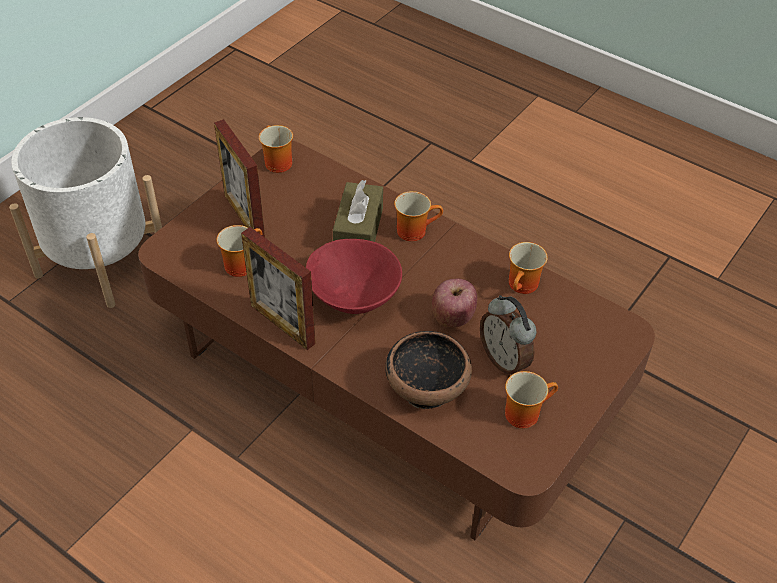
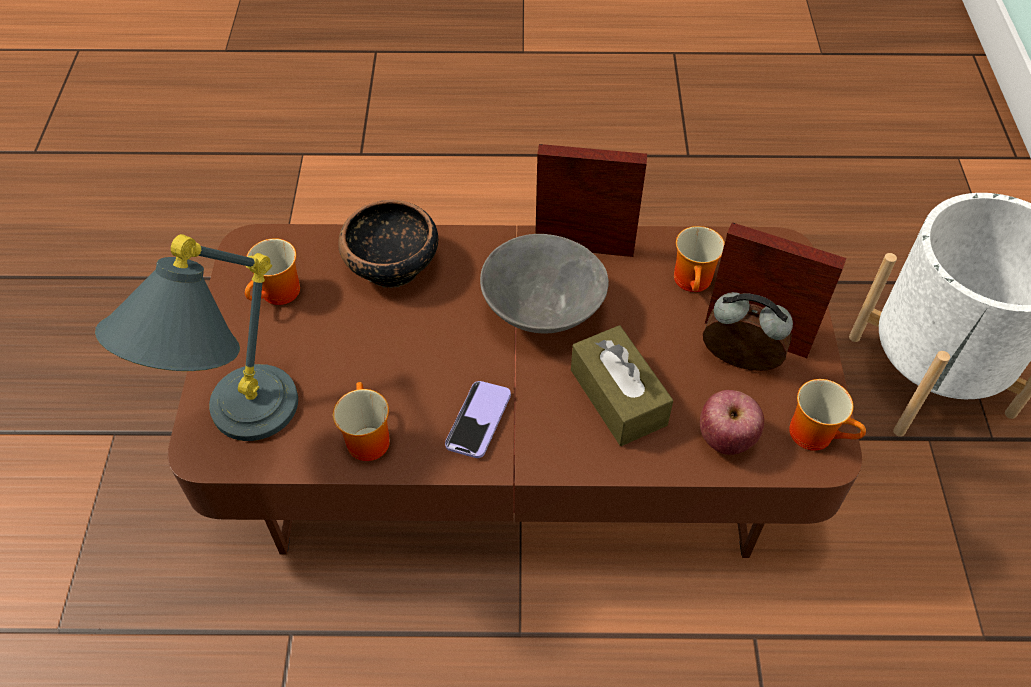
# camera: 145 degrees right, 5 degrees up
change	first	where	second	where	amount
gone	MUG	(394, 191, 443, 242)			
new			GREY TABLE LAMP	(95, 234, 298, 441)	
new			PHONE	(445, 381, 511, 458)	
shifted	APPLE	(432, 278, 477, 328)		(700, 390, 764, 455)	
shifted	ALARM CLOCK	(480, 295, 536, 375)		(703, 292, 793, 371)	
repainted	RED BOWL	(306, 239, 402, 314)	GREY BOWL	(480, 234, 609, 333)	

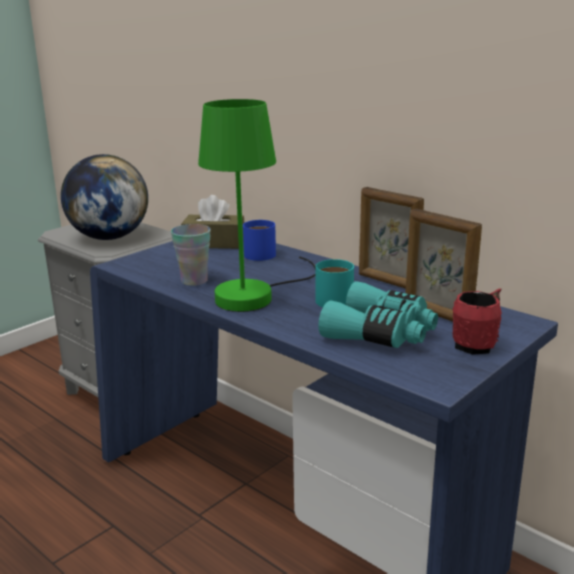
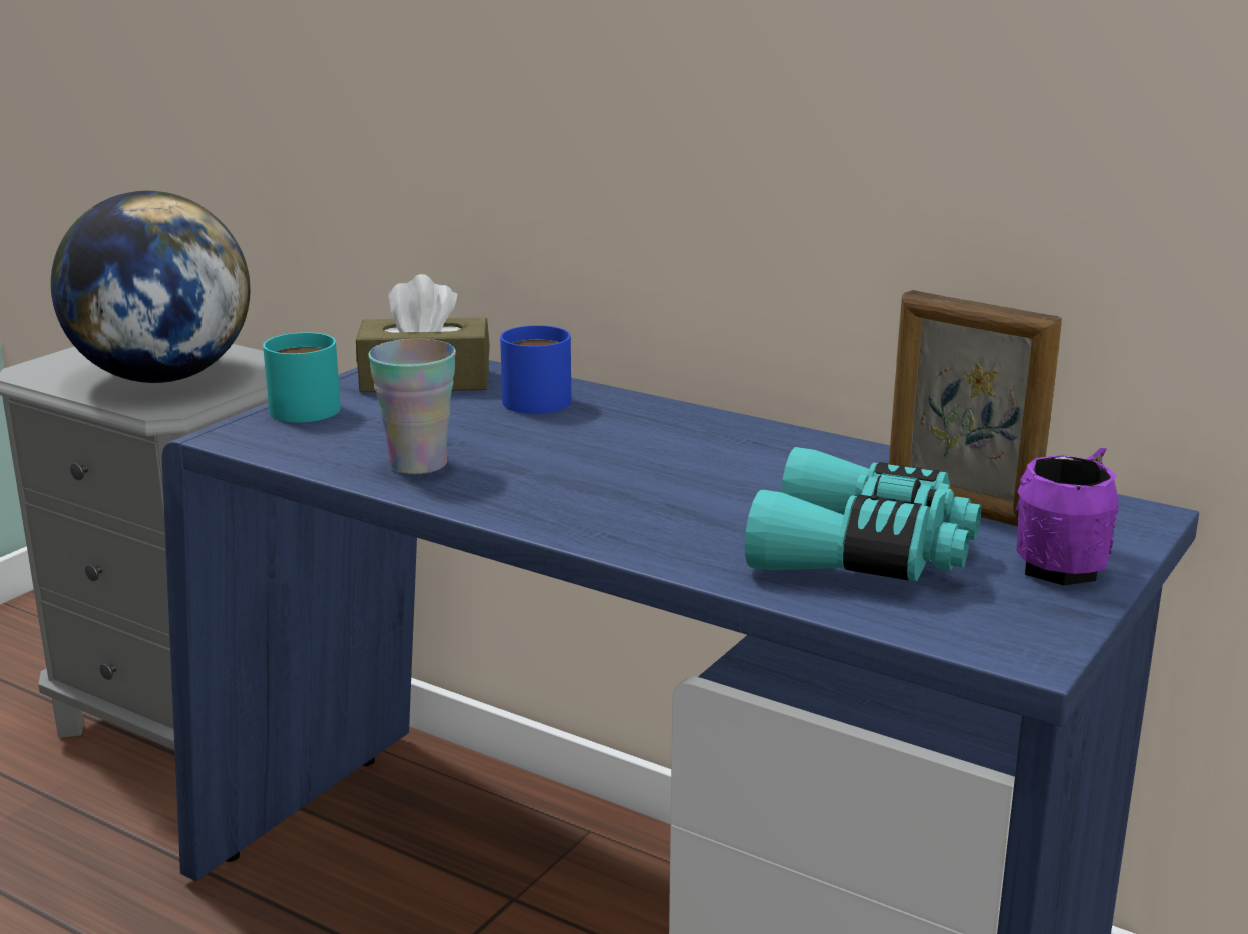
# camera: 10 degrees left, 0 degrees up
change	first	where	second	where	amount
gone	GREEN TABLE LAMP	(198, 99, 316, 312)			
gone	PICTURE FRAME	(359, 187, 424, 289)			
shifted	TURQUOISE MUG	(315, 259, 354, 307)		(263, 332, 341, 422)	
repainted	RED MUG	(453, 289, 502, 355)	PURPLE MUG	(1015, 448, 1119, 585)	

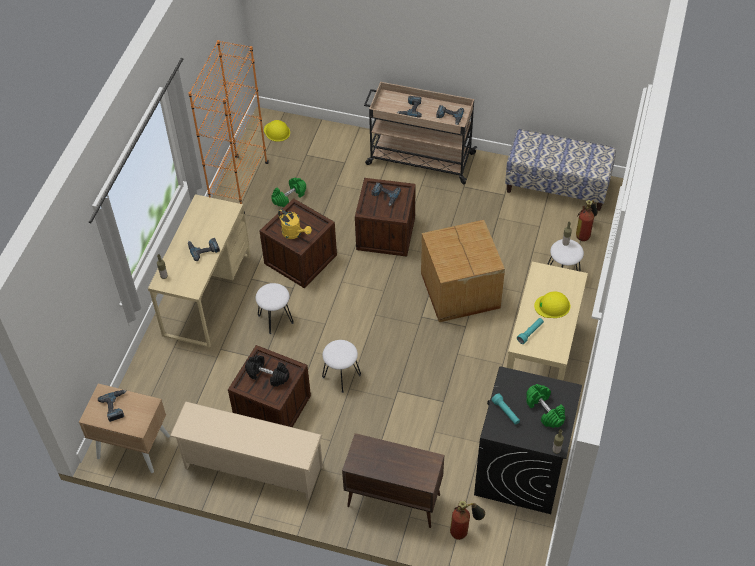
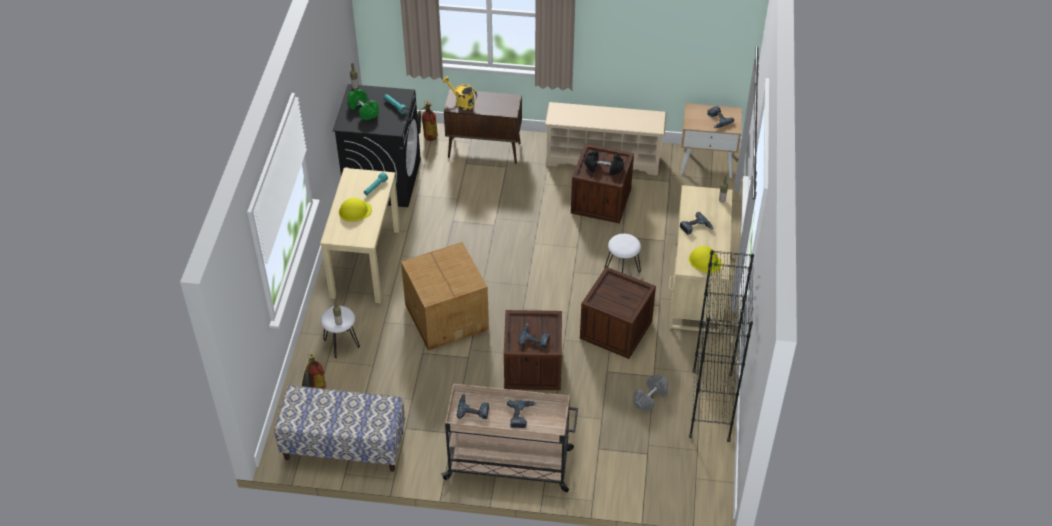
# camera: 170 degrees right, 5 degrees down
change	first	where	second	where	amount
gone	WHITE STOOL	(322, 340, 361, 393)			
shifted	YELLOW HARD HAT	(264, 120, 290, 142)		(689, 246, 722, 273)	
shifted	YELLOW WATERING CAN	(278, 209, 312, 239)		(442, 76, 477, 110)	
repainted	ORANGE BOOKCASE	(188, 40, 269, 214)	BLACK BOOKCASE	(689, 250, 754, 442)	
repainted	GREEN DUMBBELL	(271, 178, 306, 207)	GREY DUMBBELL	(633, 375, 668, 410)	

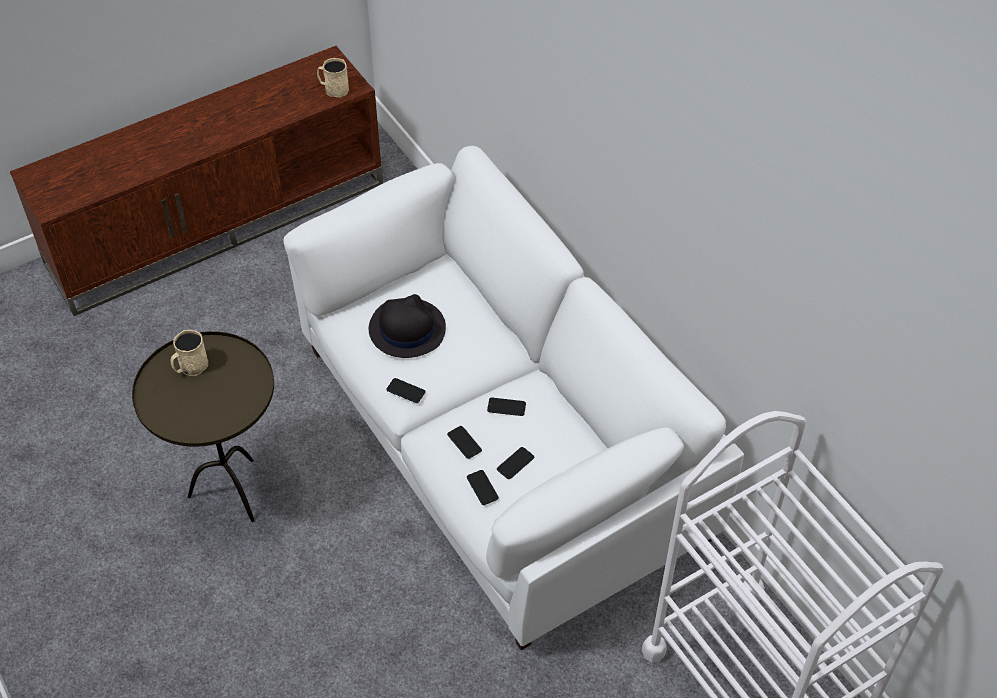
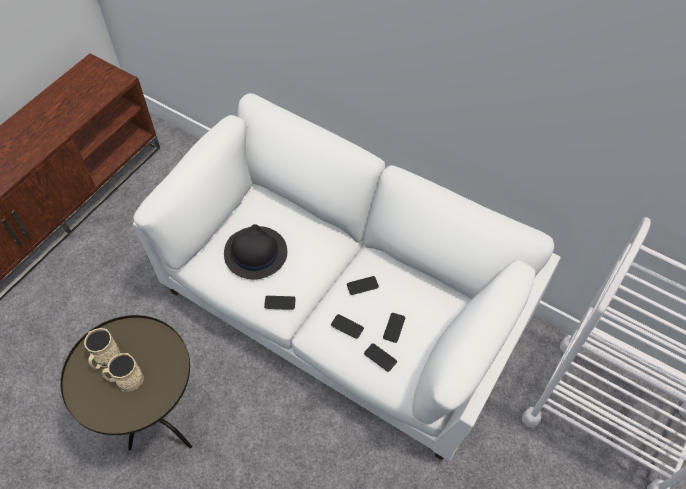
# camera: 25 degrees left, 5 degrees up
change	first	where	second	where	amount
shifted	BEIGE MUG	(317, 58, 349, 97)		(102, 353, 143, 392)	

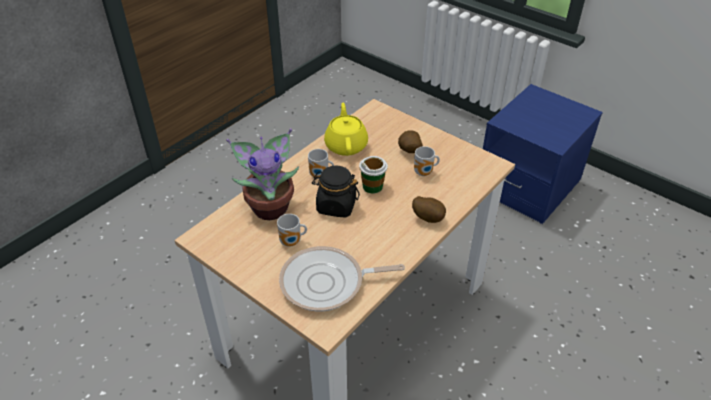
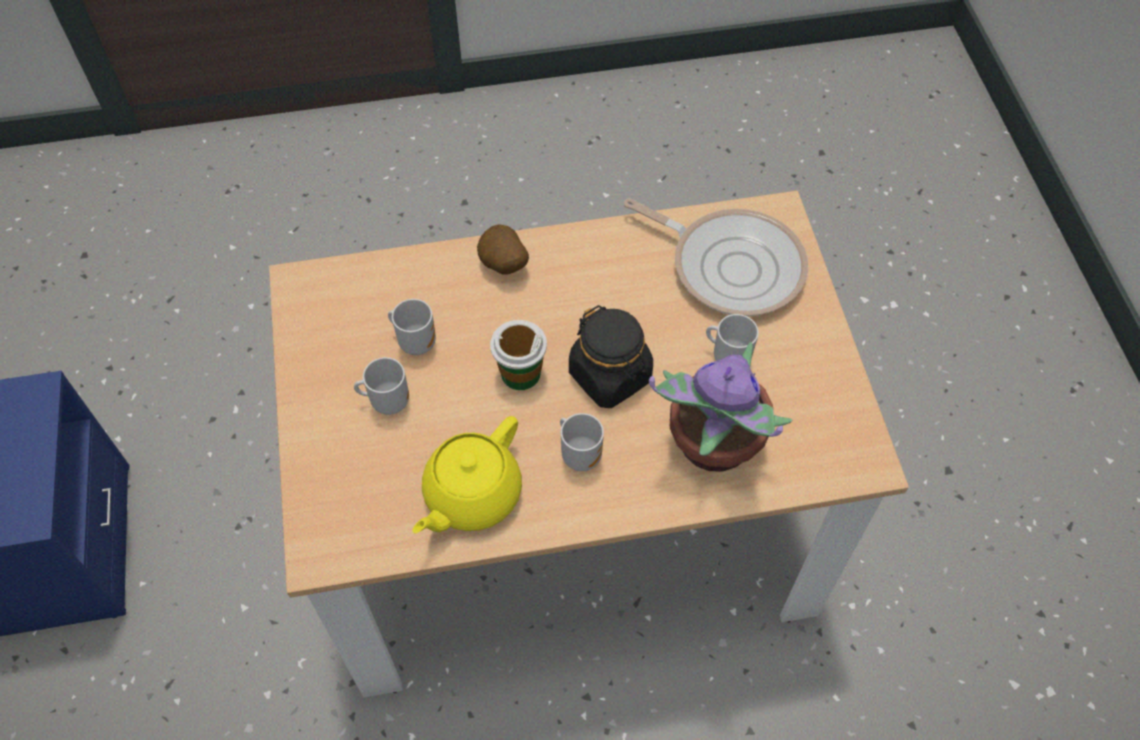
# camera: 140 degrees left, 15 degrees up
change	first	where	second	where	amount
swapped	POTATO	(398, 130, 423, 153)	MUG	(354, 357, 409, 415)	

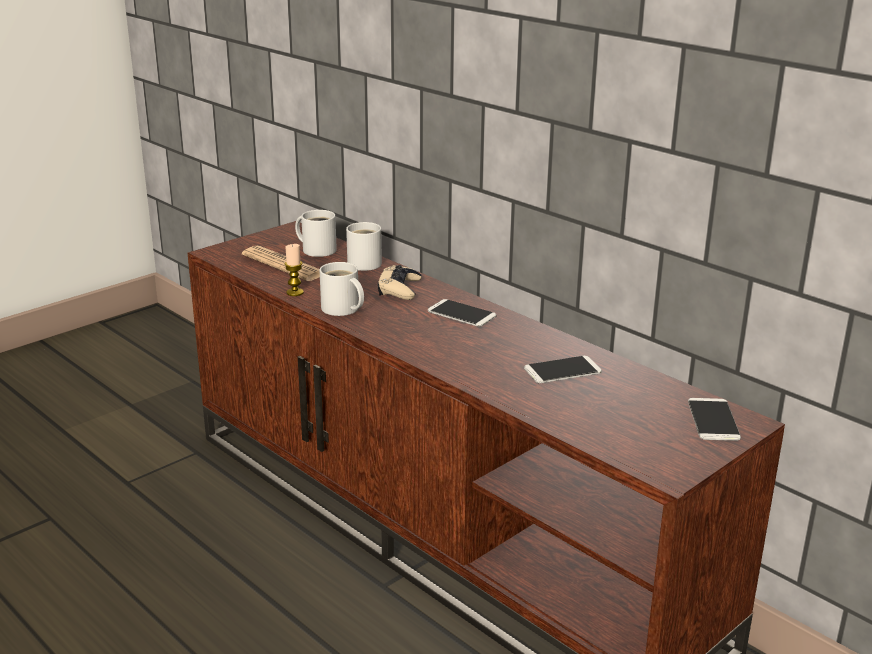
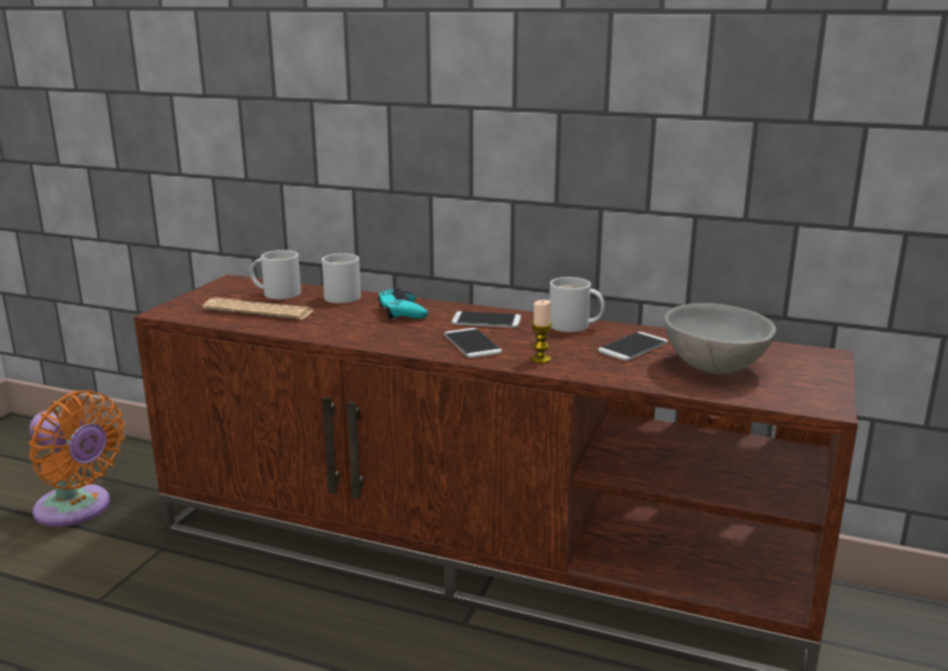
# camera: 25 degrees left, 5 degrees down
change	first	where	second	where	amount
new			ORANGE FAN	(29, 390, 125, 527)	
new			GREY BOWL	(664, 303, 776, 375)	
shifted	CANDLE	(285, 244, 304, 296)		(531, 300, 553, 363)	
shifted	WHITE MUG	(319, 262, 364, 316)		(550, 277, 605, 332)	
shifted	PHONE	(688, 398, 741, 441)		(444, 328, 502, 358)	
repainted	BEIGE GAME CONTROLLER	(377, 265, 422, 300)	TURQUOISE GAME CONTROLLER	(378, 287, 428, 320)	

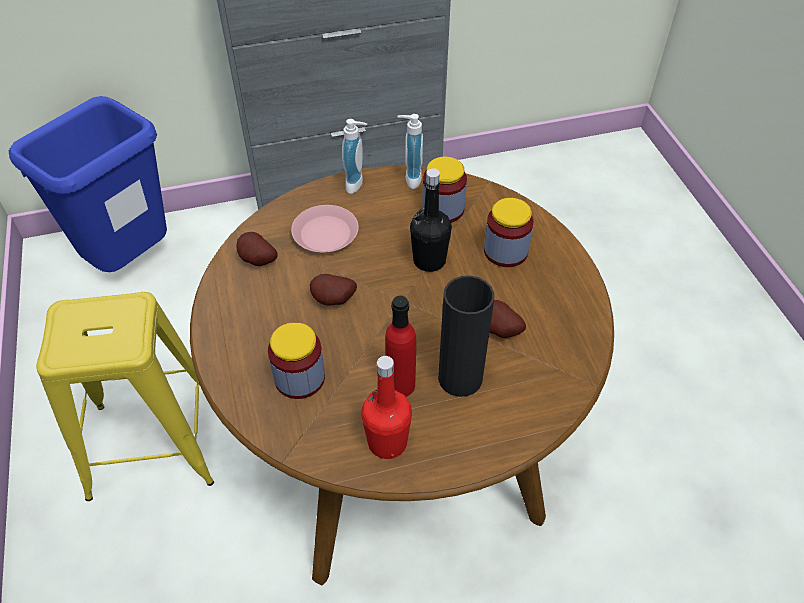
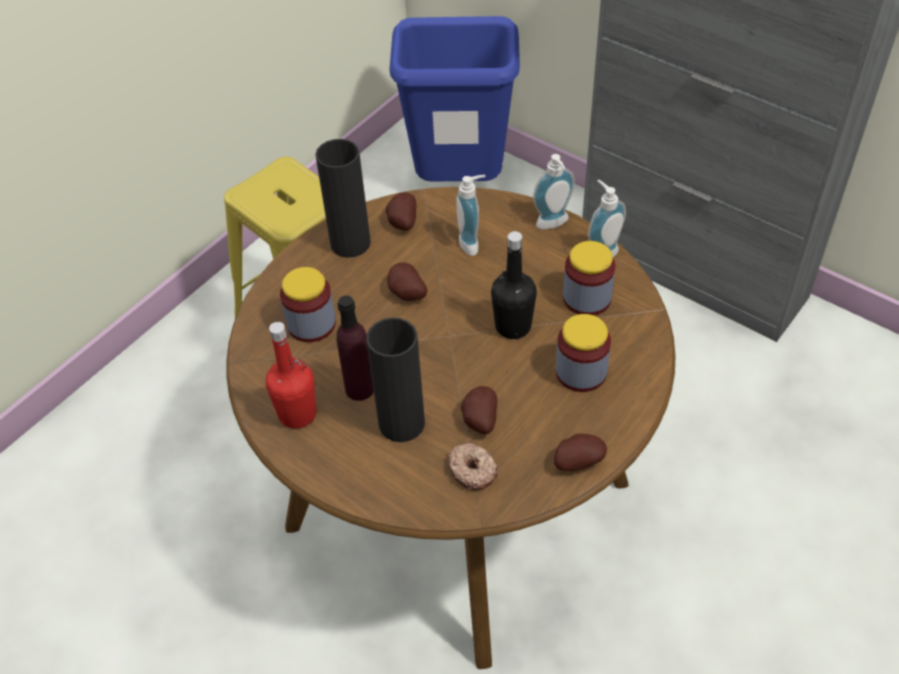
# camera: 55 degrees right, 0 degrees up
change	first	where	second	where	amount
new			BLACK VASE	(315, 139, 371, 258)	
new			DONUT	(448, 443, 498, 490)	
new			POTATO	(554, 433, 607, 471)	
swapped	PINK PLATE	(291, 205, 359, 253)	SOAP DISPENSER	(456, 175, 486, 256)	
repainted	RED BOTTLE	(385, 296, 416, 397)	PURPLE BOTTLE	(337, 295, 374, 401)	

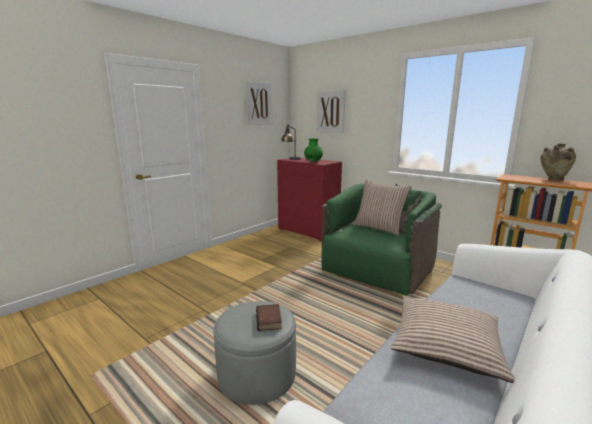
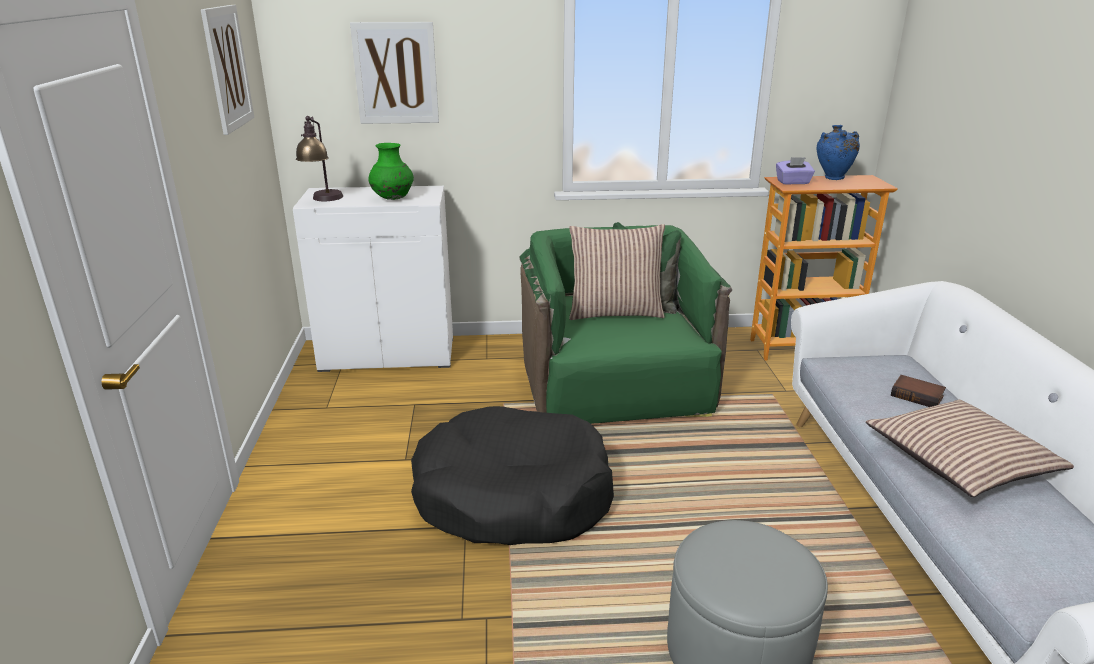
# camera: 45 degrees left, 10 degrees up
change	first	where	second	where	amount
new			BLACK DOG BED	(411, 406, 614, 545)	
new			PURPLE TISSUE BOX	(776, 157, 815, 185)	
shifted	BOOK	(256, 304, 282, 331)		(891, 375, 946, 407)	
repainted	RED CABINET	(277, 158, 342, 241)	WHITE CABINET	(293, 186, 453, 372)	
repainted	BEIGE VASE	(540, 144, 576, 181)	BLUE VASE	(817, 125, 860, 180)	

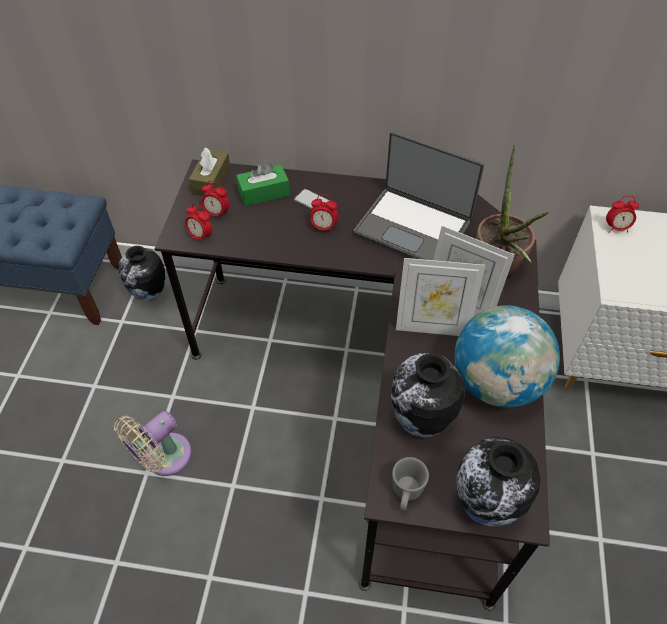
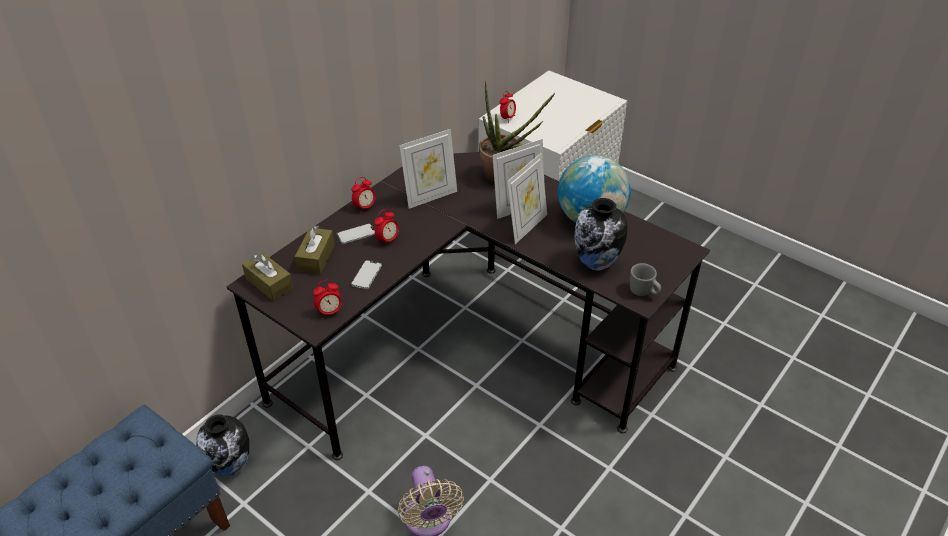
# camera: 60 degrees left, 10 degrees down
change	first	where	second	where	amount
gone	VASE	(456, 437, 541, 527)			
new			PHONE	(351, 260, 382, 289)	
shifted	ALARM CLOCK	(201, 181, 229, 220)		(351, 177, 376, 213)	
swapped	LAPTOP	(353, 131, 484, 260)	PICTURE FRAME	(399, 129, 457, 209)	
repainted	GREEN TISSUE BOX	(236, 163, 290, 206)	BROWN TISSUE BOX	(295, 225, 334, 274)	

